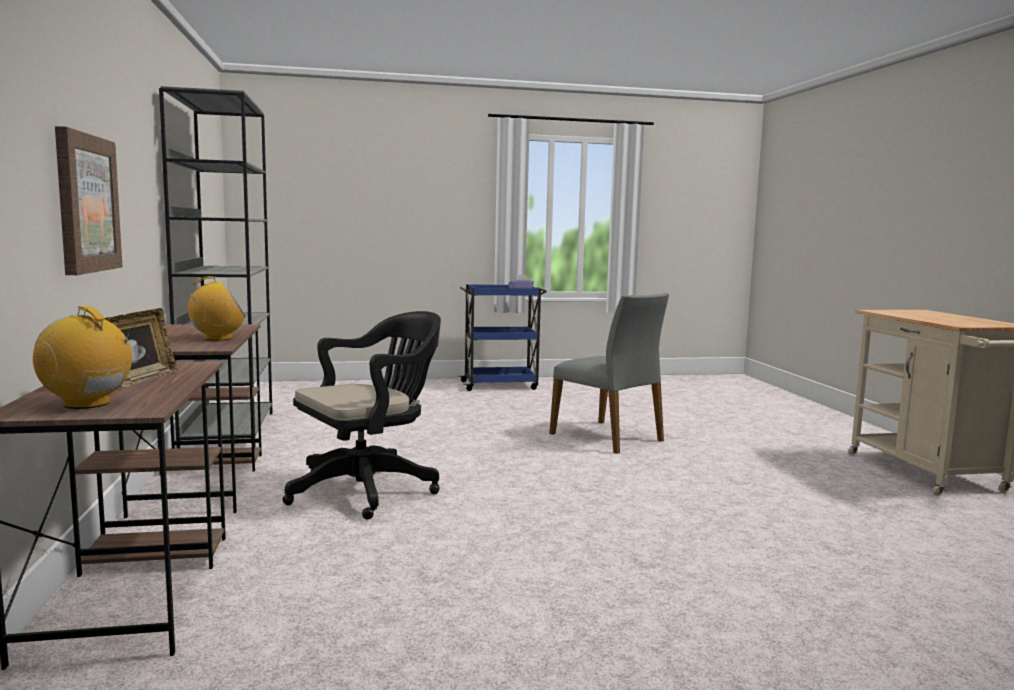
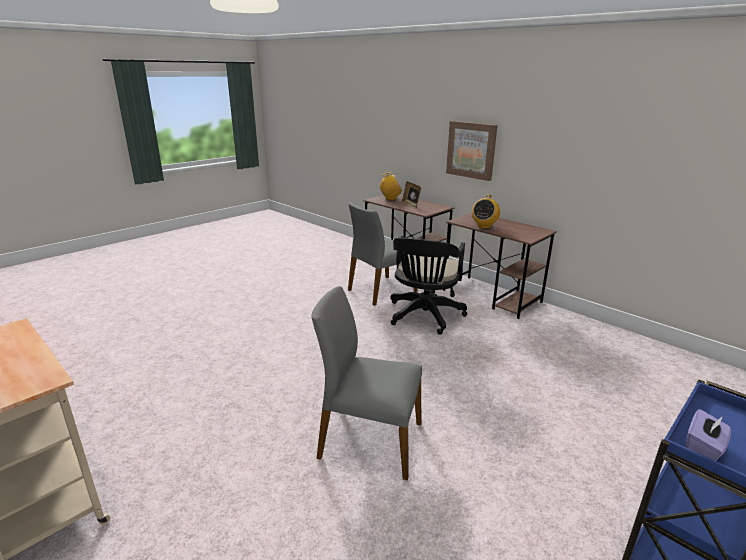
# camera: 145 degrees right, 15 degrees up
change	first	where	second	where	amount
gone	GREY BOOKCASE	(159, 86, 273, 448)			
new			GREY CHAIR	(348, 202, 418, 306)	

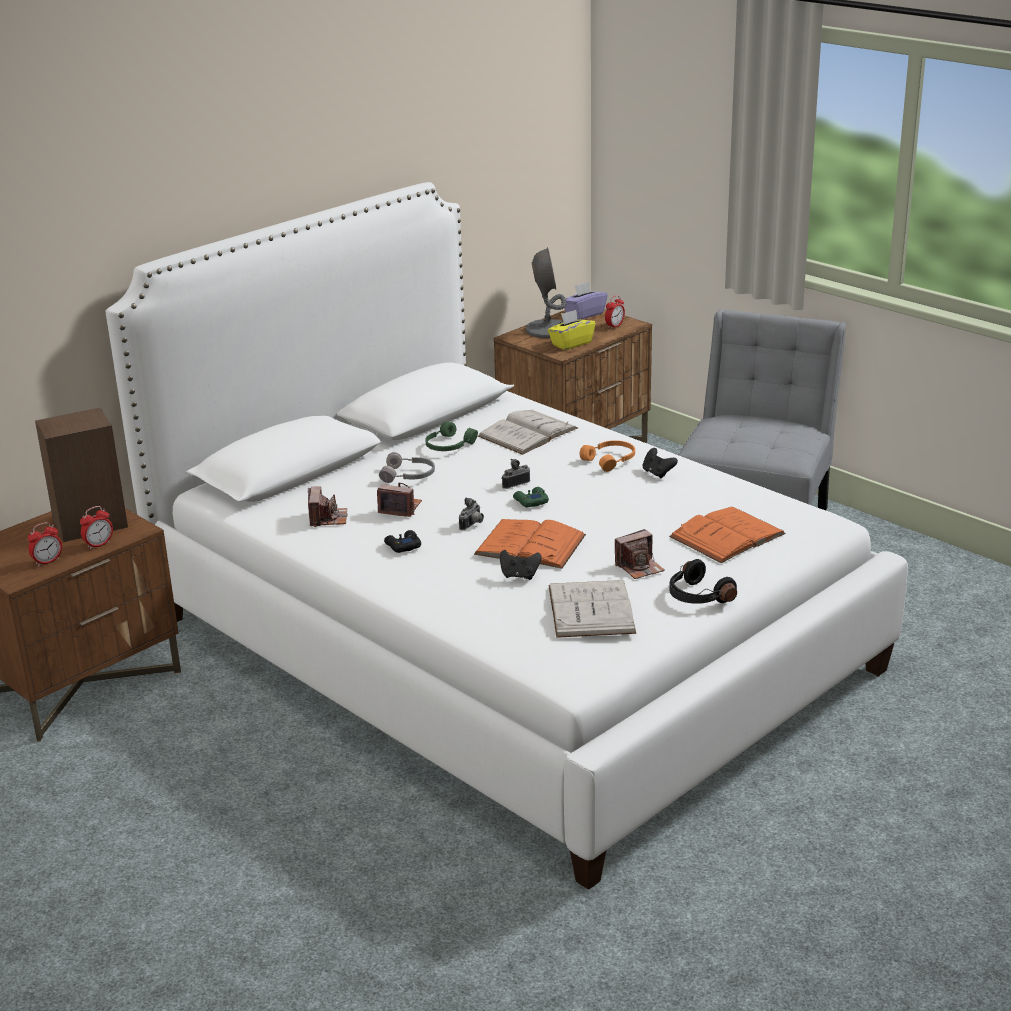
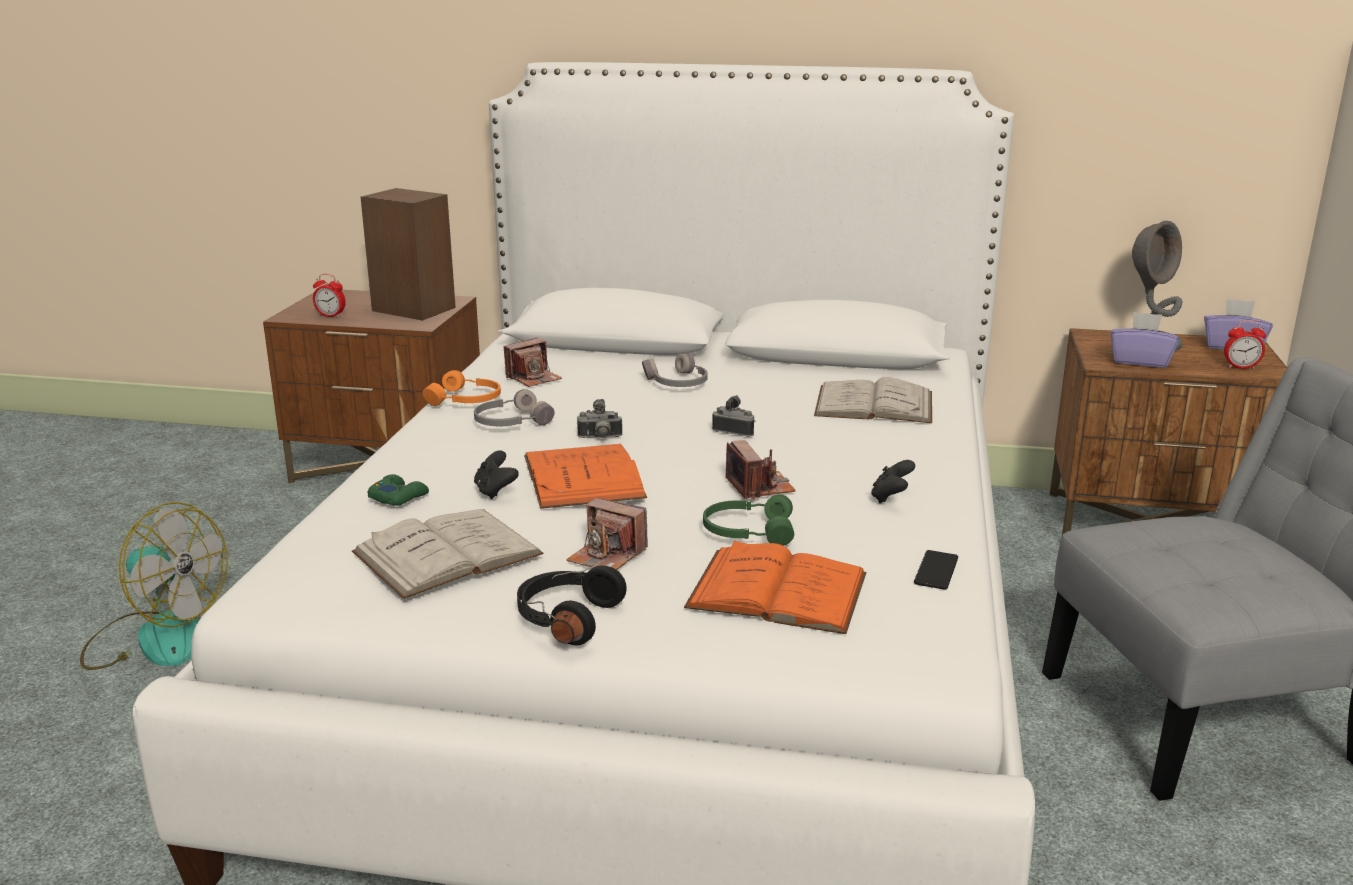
# camera: 55 degrees right, 5 degrees down
change	first	where	second	where	amount
gone	ALARM CLOCK	(80, 506, 113, 550)			
new			FAN	(80, 502, 228, 670)	
new			PHONE	(914, 550, 958, 590)	
shifted	PHOTO CAMERA	(377, 482, 422, 517)		(726, 440, 796, 499)	
shifted	GREEN HEADPHONES	(425, 422, 478, 451)		(703, 494, 794, 546)	
shifted	GREEN GAME CONTROLLER	(513, 487, 549, 507)		(368, 474, 429, 506)	
shifted	ORANGE HEADPHONES	(580, 440, 635, 472)		(423, 370, 501, 406)	
swapped	BLACK GAME CONTROLLER	(384, 530, 421, 553)	GREY HEADPHONES	(474, 389, 555, 426)	
repainted	YELLOW TISSUE BOX	(548, 310, 596, 350)	PURPLE TISSUE BOX	(1111, 312, 1179, 368)	

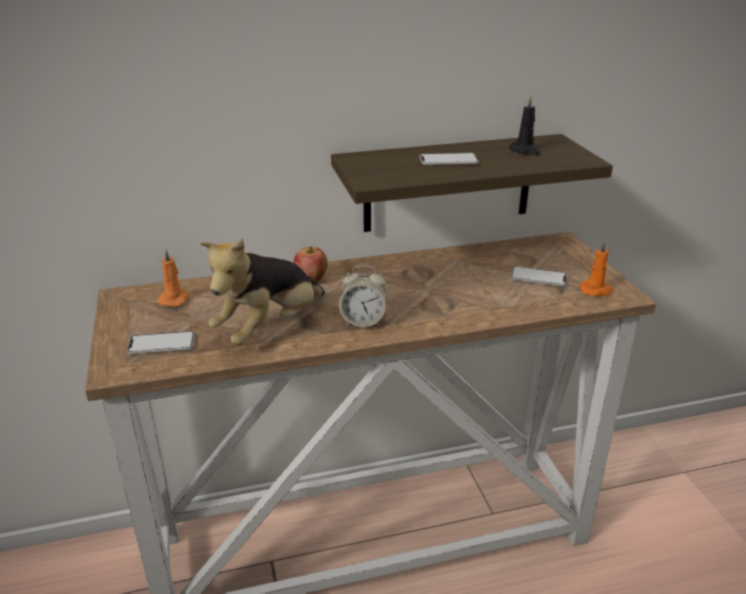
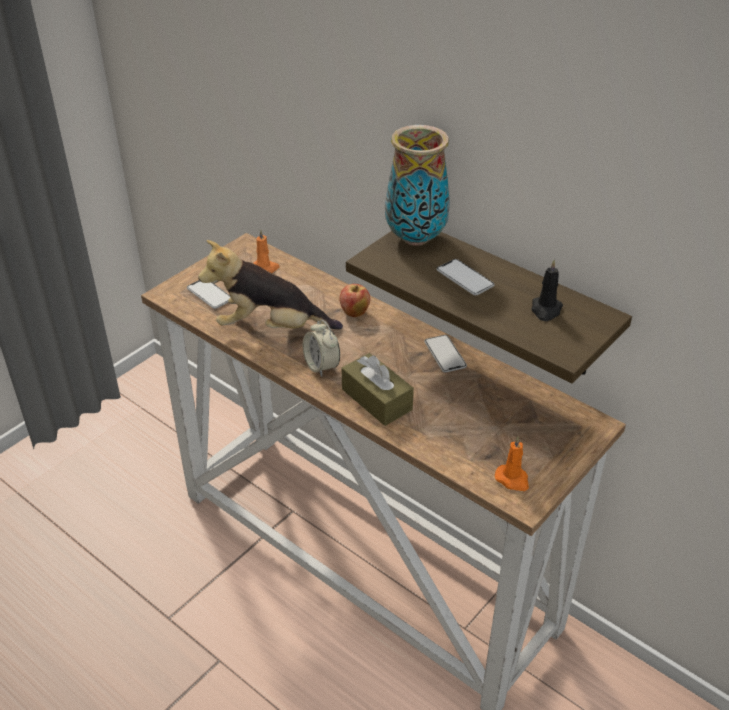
# camera: 55 degrees right, 10 degrees up
change	first	where	second	where	amount
new			BROWN TISSUE BOX	(342, 353, 414, 426)	
new			VASE	(385, 125, 450, 246)	
shifted	PHONE	(510, 266, 567, 286)		(424, 335, 467, 372)	

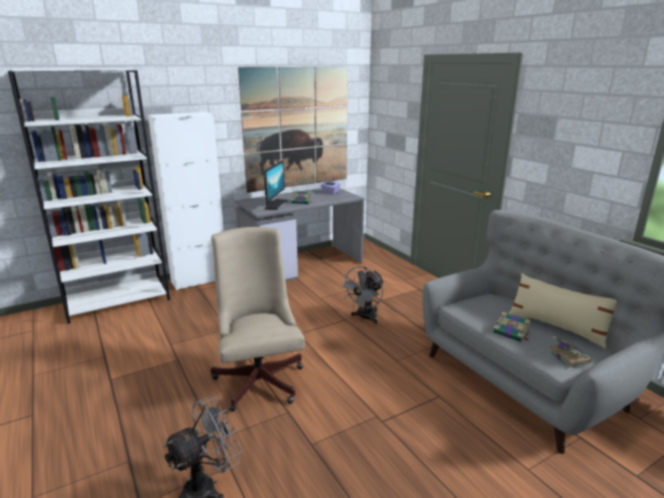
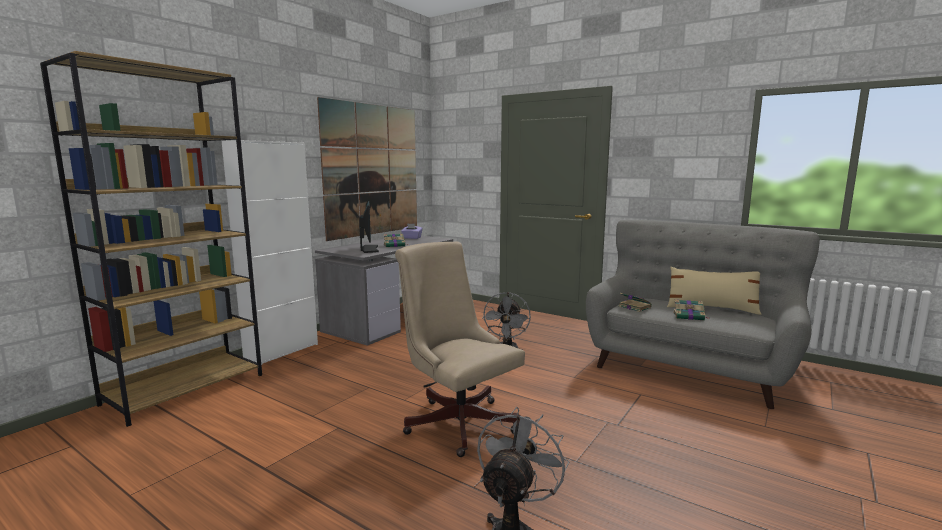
# camera: 25 degrees left, 10 degrees down
change	first	where	second	where	amount
shifted	BOOK	(548, 336, 591, 368)		(618, 293, 652, 312)	
repainted	WHITE BOOKCASE	(8, 68, 170, 324)	BROWN BOOKCASE	(40, 51, 262, 427)	

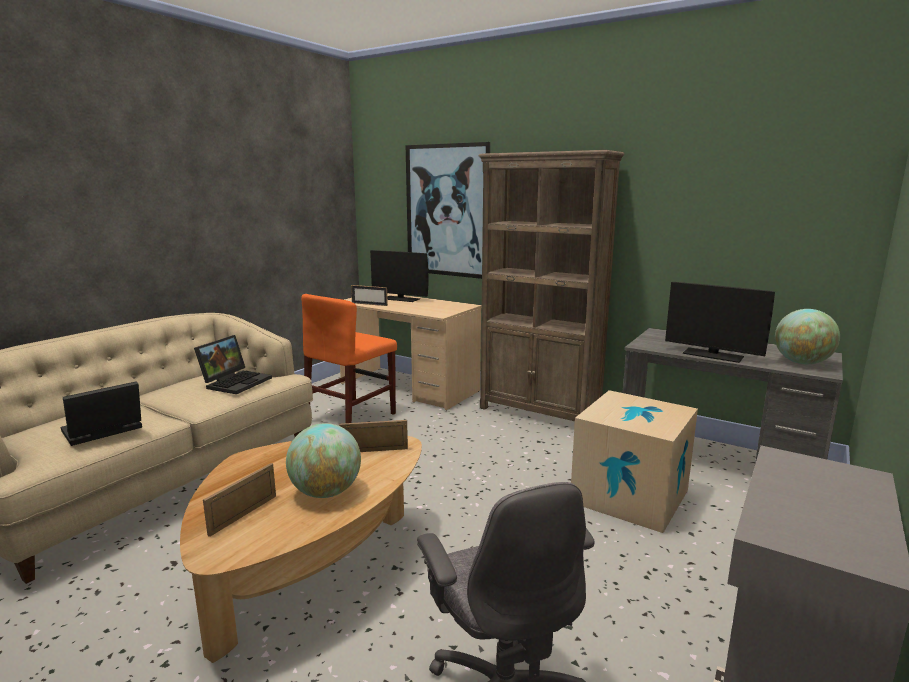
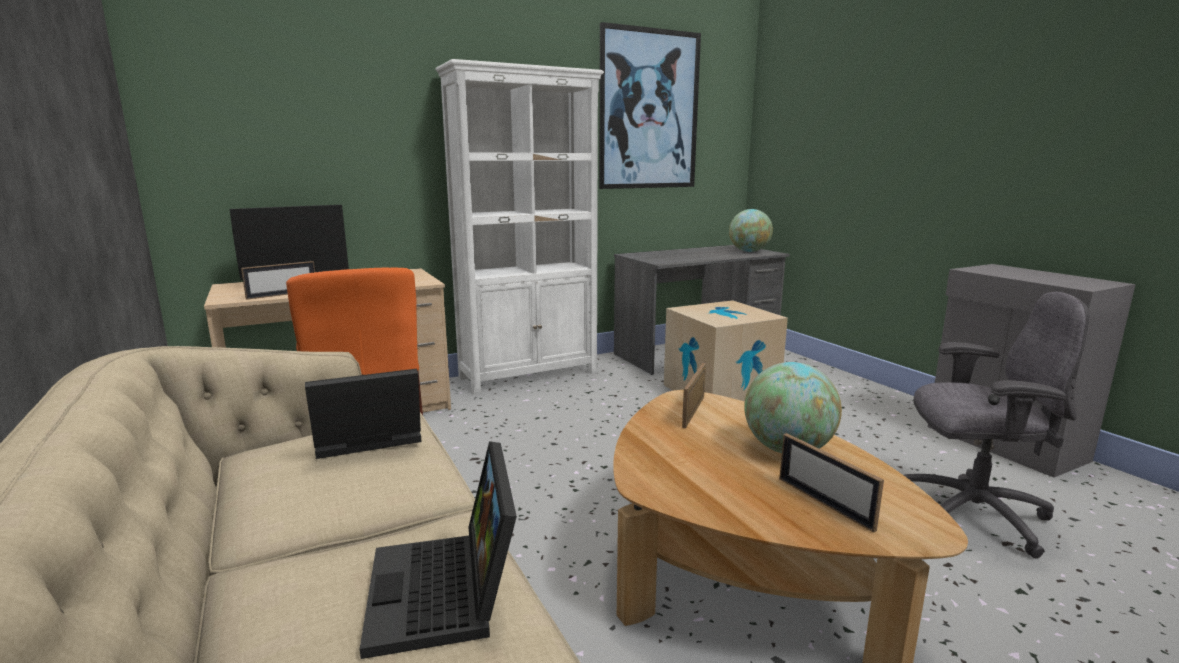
# camera: 60 degrees left, 0 degrees up
change	first	where	second	where	amount
gone	MONITOR	(665, 282, 775, 363)			
shifted	PICTURE	(406, 142, 490, 279)		(599, 22, 701, 189)	
repainted	BROWN BOOKCASE	(478, 150, 624, 421)	WHITE BOOKCASE	(435, 59, 604, 394)	
rotated	LAPTOP	(194, 335, 272, 394)		(305, 369, 422, 459)	75 degrees counterclockwise

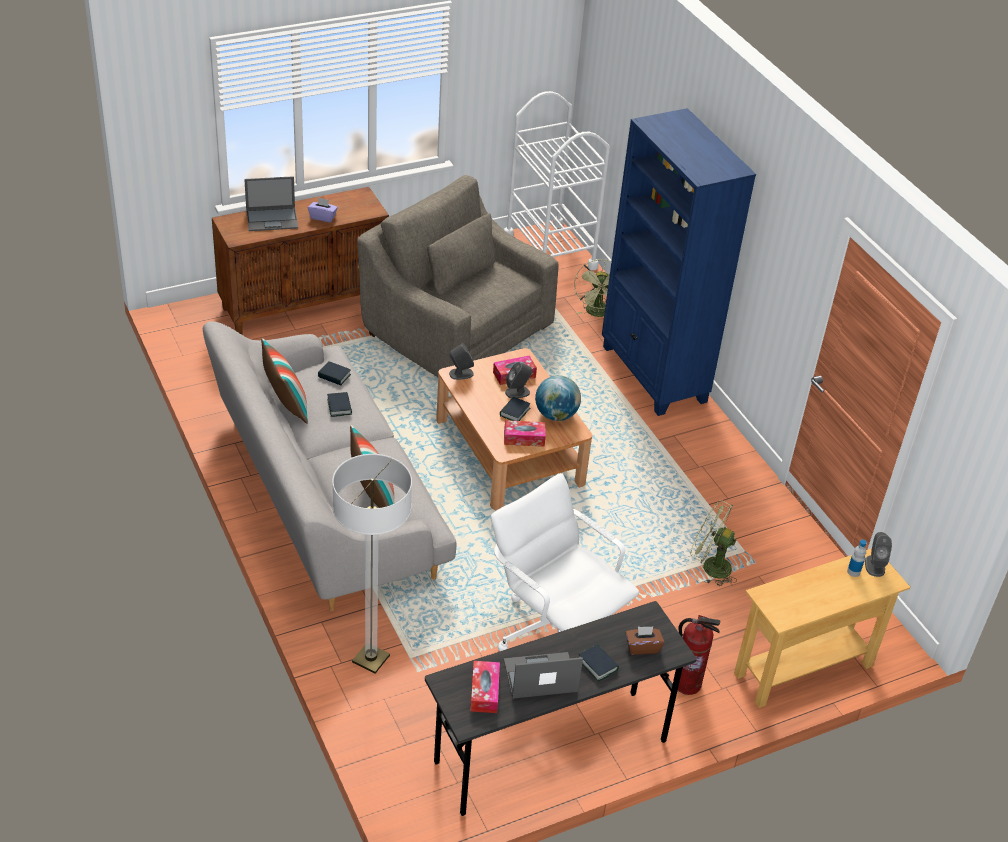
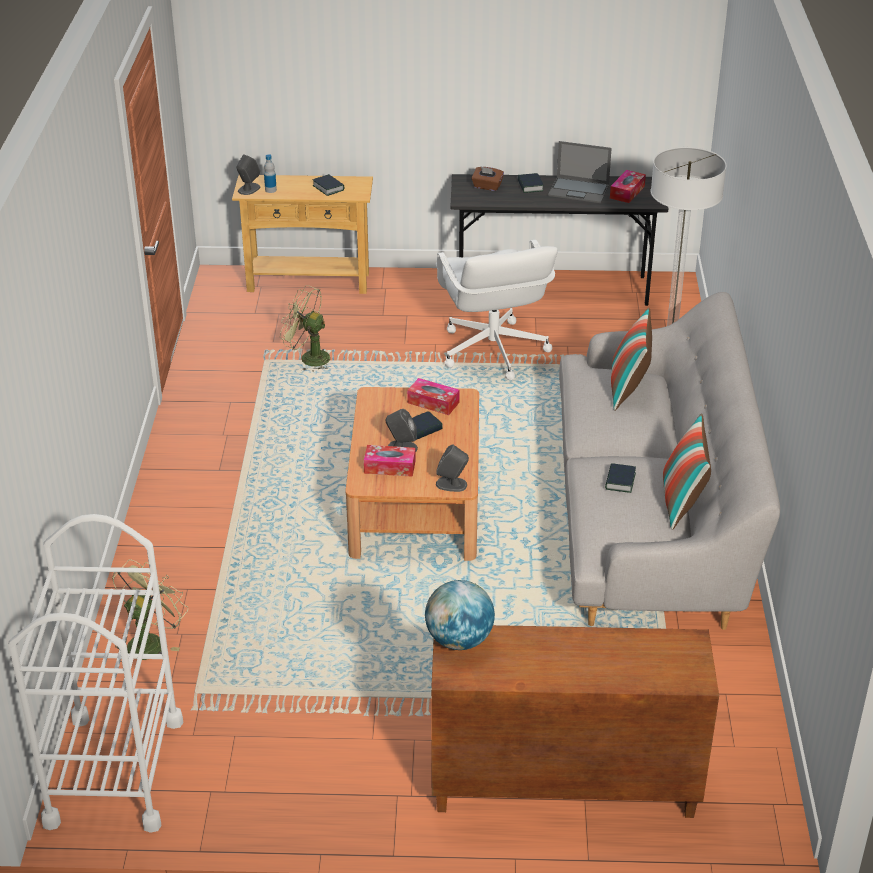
# camera: 150 degrees left, 5 degrees down
change	first	where	second	where	amount
gone	LAPTOP	(244, 176, 298, 231)			
gone	PURPLE TISSUE BOX	(308, 197, 338, 222)			
gone	GREY ARMCHAIR	(357, 175, 559, 377)			
gone	BLUE BOOKCASE	(602, 108, 756, 416)			
gone	FIRE EXTINGUISHER	(673, 615, 721, 695)			
shifted	BOOK	(318, 361, 351, 385)		(313, 174, 344, 196)	
shifted	GLOBE	(535, 375, 581, 421)		(425, 580, 495, 650)	
rotated	GREEN FAN	(690, 500, 737, 586)		(280, 285, 330, 371)	150 degrees clockwise

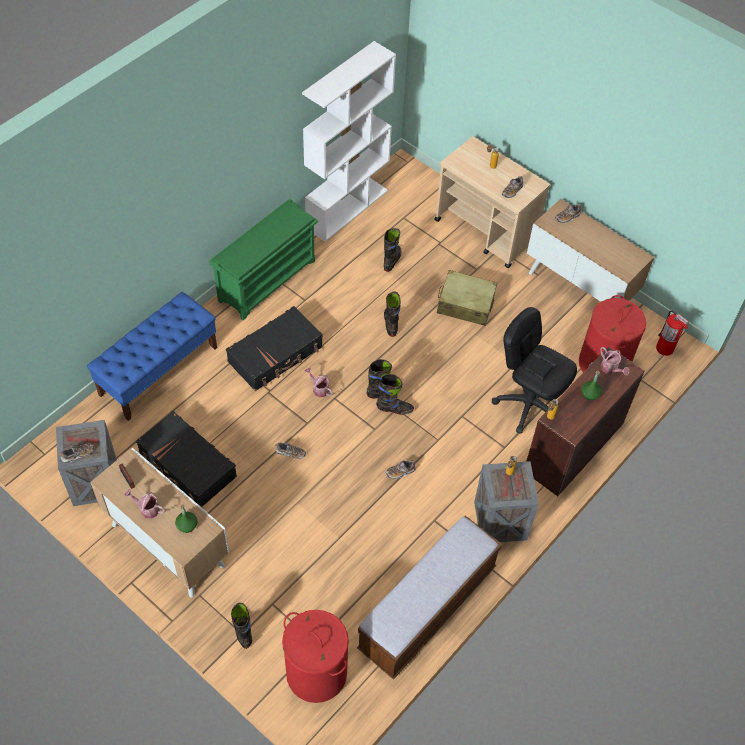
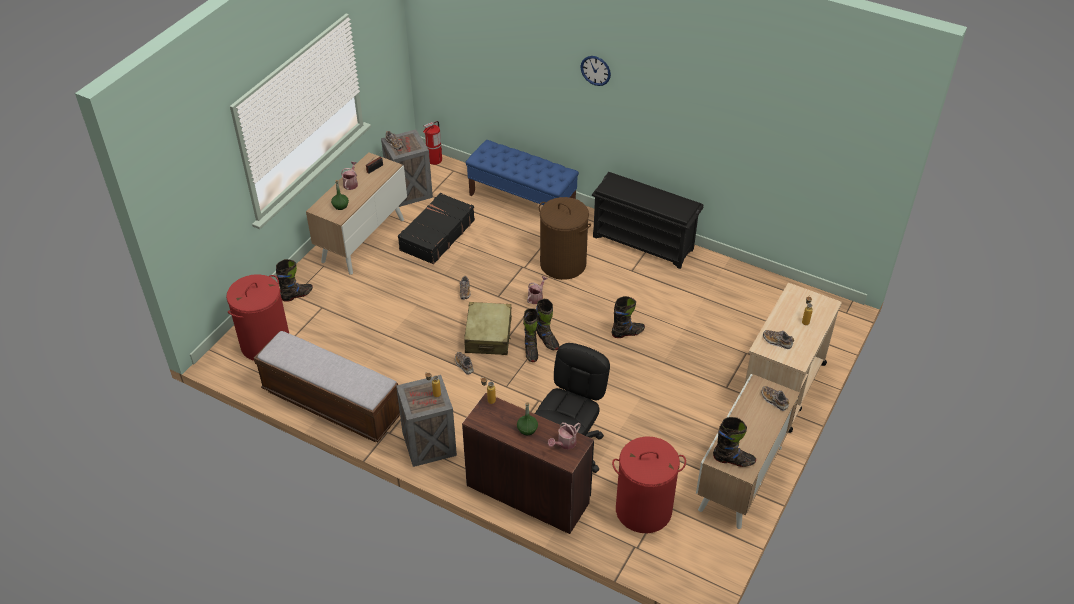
# camera: 80 degrees right, 10 degrees down
change	first	where	second	where	amount
gone	WHITE BOOKCASE	(302, 41, 396, 242)			
new			WALL CLOCK	(580, 56, 611, 86)	
shifted	BLACK BOOT	(384, 228, 401, 272)		(713, 417, 756, 467)	
shifted	BEIGE SUITCASE	(437, 270, 497, 326)		(464, 302, 512, 355)	
shifted	FIRE EXTINGUISHER	(656, 310, 689, 356)		(423, 121, 442, 165)	
swapped	BLACK SUITCASE	(226, 306, 323, 391)	BROWN LAUNDRY BASKET	(539, 197, 591, 280)	
repainted	GREEN SHOE RACK	(209, 199, 318, 320)	BLACK SHOE RACK	(592, 172, 704, 269)	

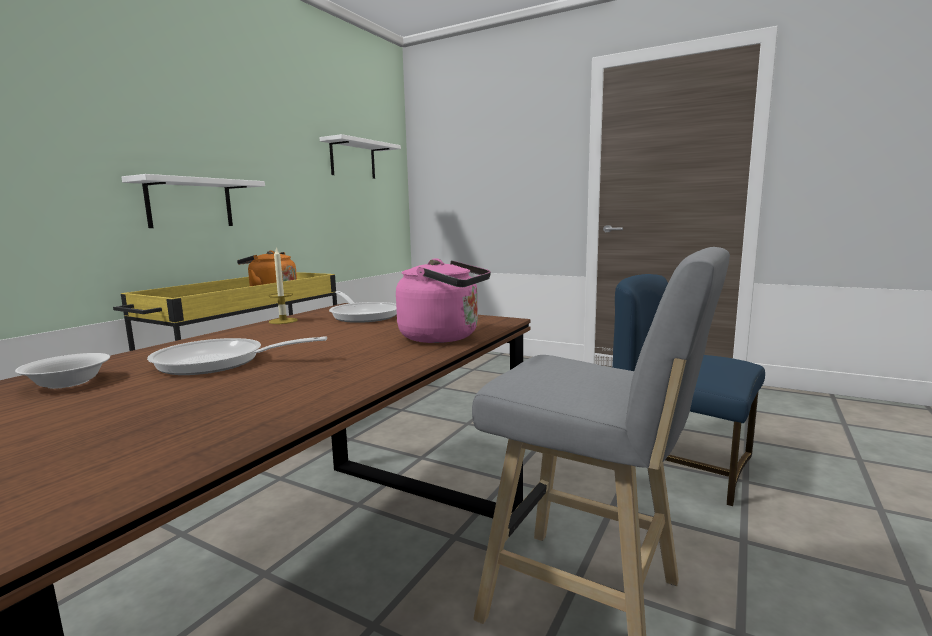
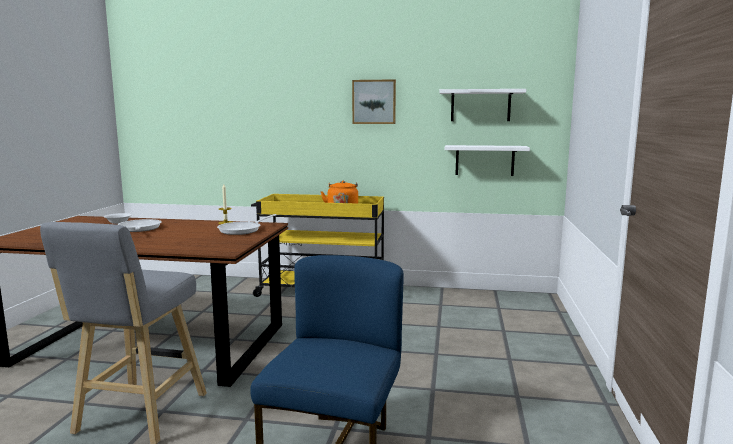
# camera: 70 degrees right, 0 degrees up
change	first	where	second	where	amount
gone	PINK KETTLE	(396, 258, 491, 343)			
new			PICTURE	(352, 79, 396, 124)	
shifted	WHITE SHELF	(121, 174, 265, 228)		(445, 145, 530, 176)	

